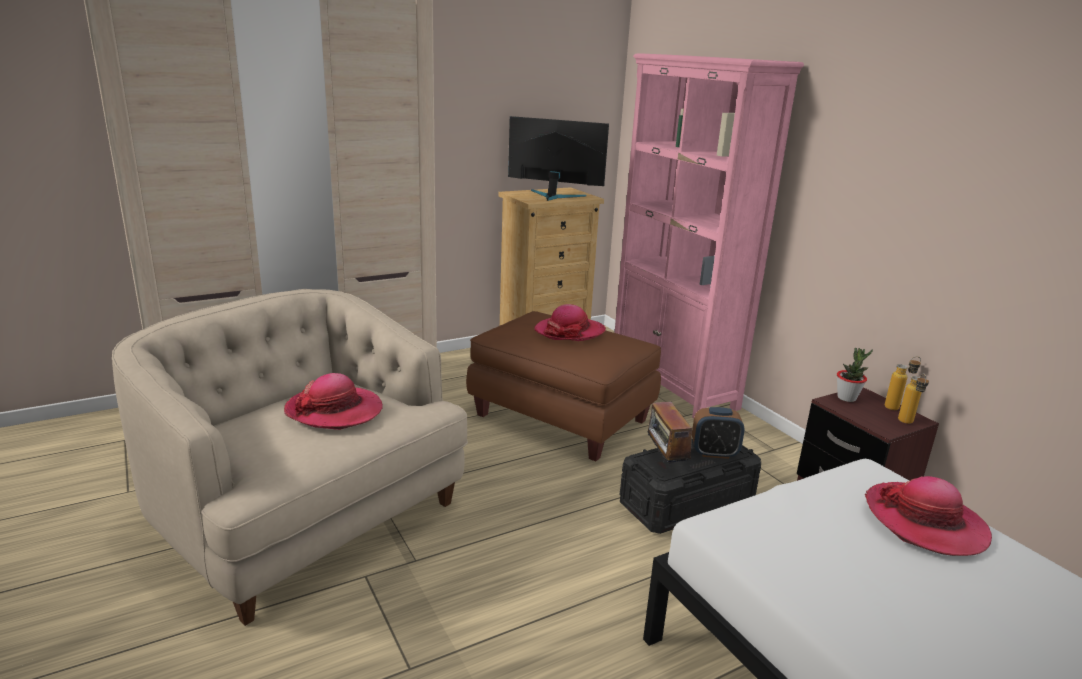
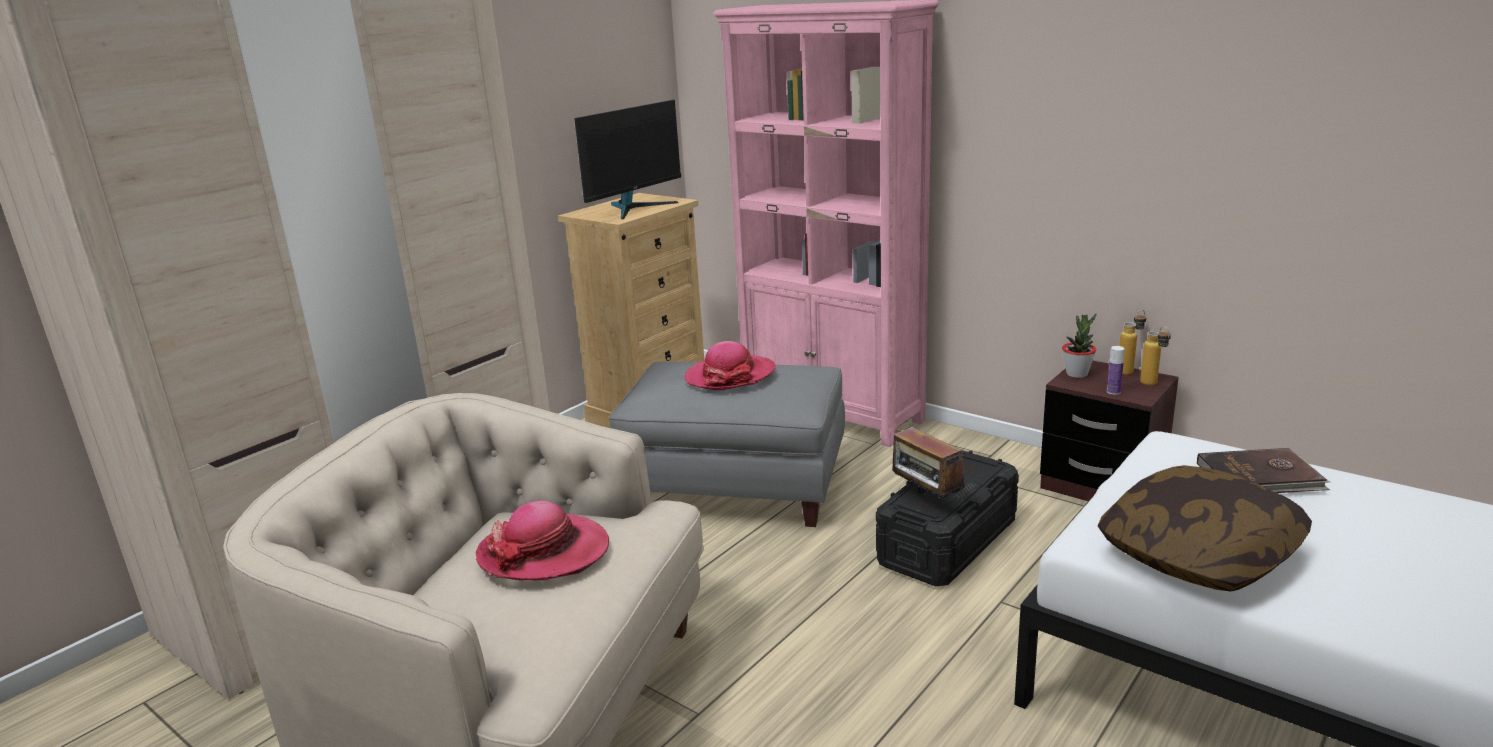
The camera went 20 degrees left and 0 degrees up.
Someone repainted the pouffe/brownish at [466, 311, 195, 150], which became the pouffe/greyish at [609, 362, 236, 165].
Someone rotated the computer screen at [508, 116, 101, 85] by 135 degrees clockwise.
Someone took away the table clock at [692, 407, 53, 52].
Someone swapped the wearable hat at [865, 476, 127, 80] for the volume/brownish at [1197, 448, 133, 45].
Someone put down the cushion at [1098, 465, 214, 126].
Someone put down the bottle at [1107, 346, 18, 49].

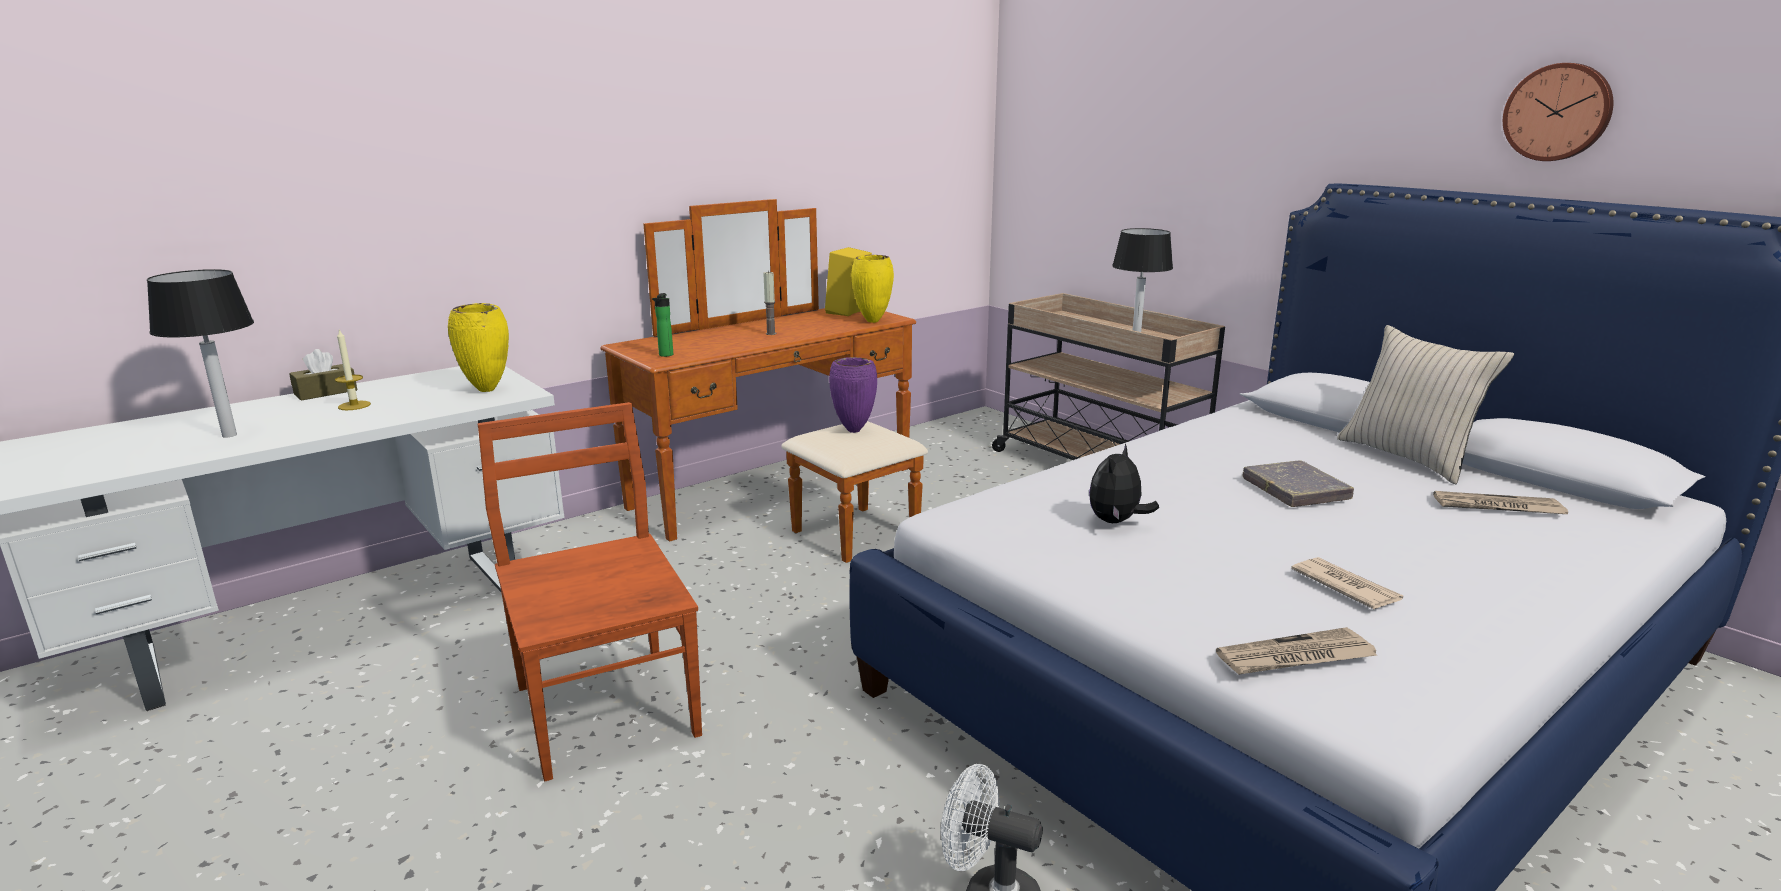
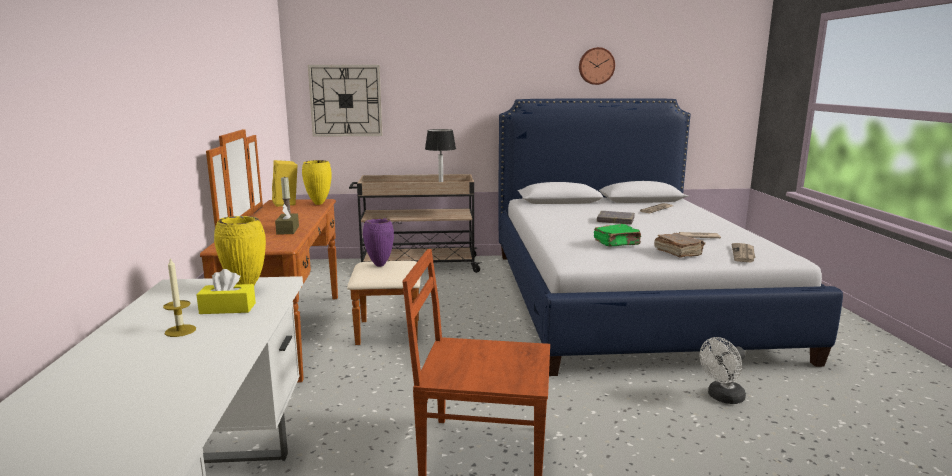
The camera went 55 degrees left and 5 degrees down.
Someone took away the lamp for a table at [147, 269, 107, 169].
Someone carried the tissue holder/brownish from [289, 349, 68, 52] to [275, 204, 24, 31].
Someone took away the bottle at [652, 293, 21, 64].
Someone swapped the plush toy at [1089, 443, 70, 80] for the volume/greenish at [594, 224, 47, 22].
Someone took away the cushion/beige at [1337, 325, 177, 159].
Someone put down the tissue holder/yellow at [196, 269, 60, 45].
Someone put up the clock on the wall at [308, 65, 74, 72].
Someone put down the volume/brownish at [654, 233, 51, 24].

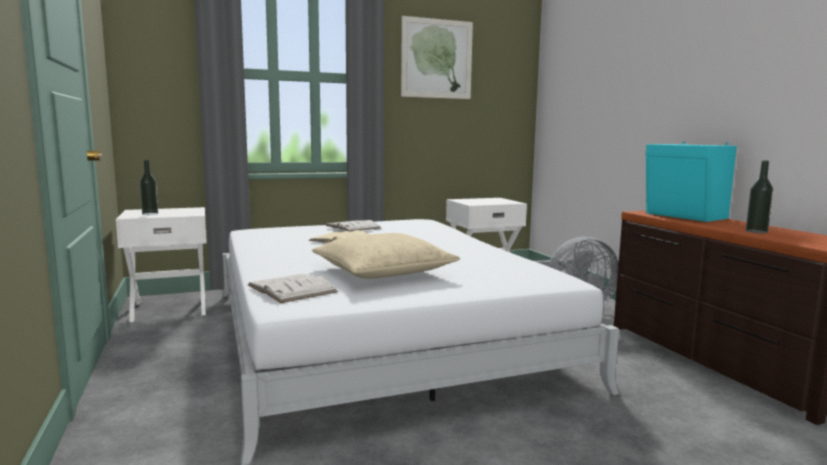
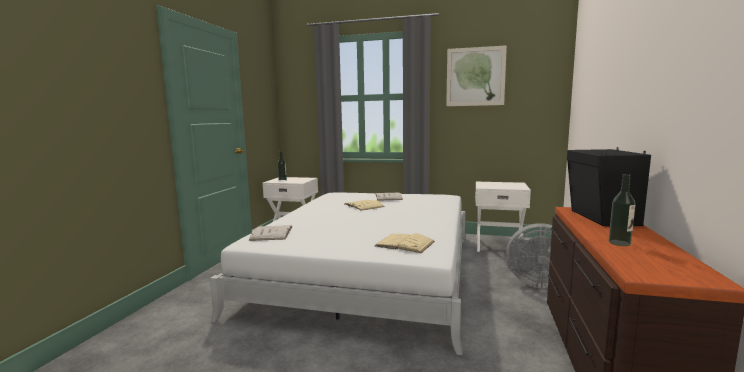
The camera went 35 degrees right and 0 degrees up.
Someone took away the cushion/beige at [312, 233, 148, 46].
Someone repainted the loudspeaker/blue-green at [646, 142, 91, 80], which became the loudspeaker/blackish at [567, 147, 84, 79].
Someone put down the volume/beige at [375, 233, 60, 20].

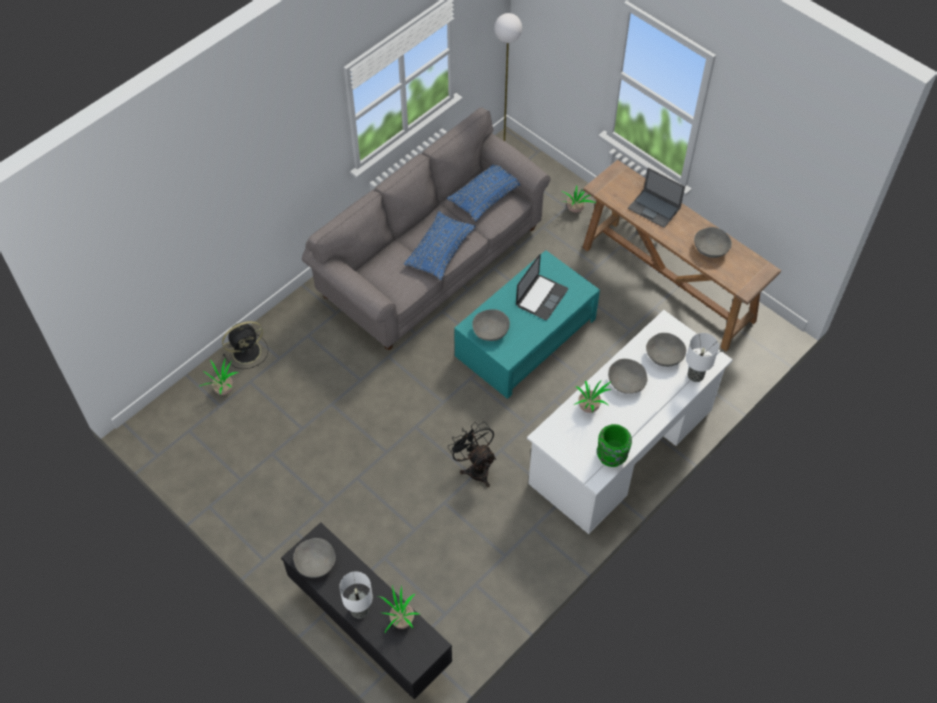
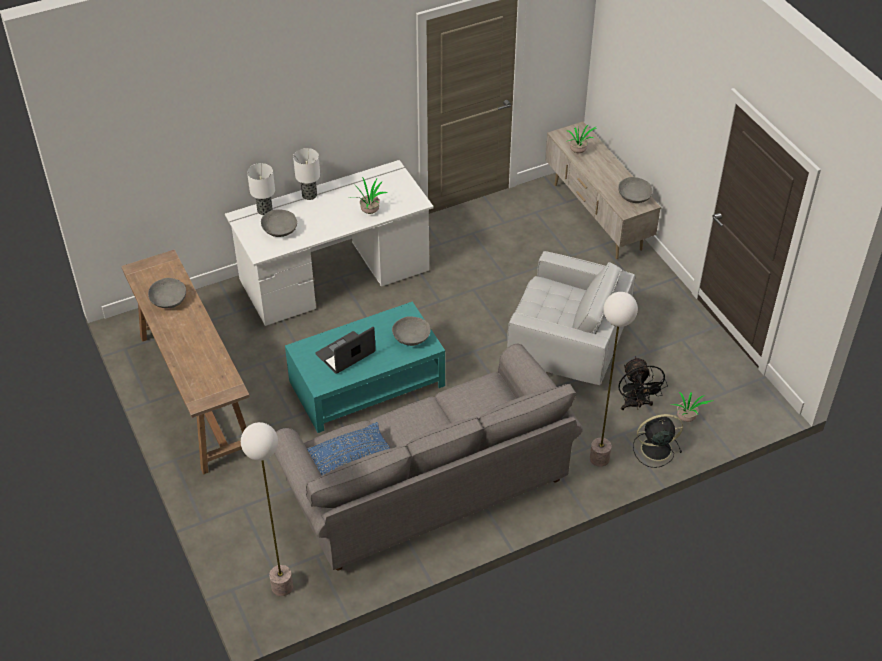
The camera went 160 degrees left and 10 degrees down.
Someone repainted the tv stand/blackish at [281, 523, 171, 176], which became the tv stand/beige at [545, 121, 117, 138].
Someone carried the lamp for a table from [339, 571, 34, 48] to [293, 148, 27, 52].
Someone took away the cushion/blue at [404, 211, 71, 69].
Someone carried the electric fan/blackish from [448, 422, 48, 65] to [619, 356, 49, 54].
Someone took away the plant in a pot at [562, 185, 34, 28].
Someone took away the vase/greenish at [597, 424, 35, 43].
Someone took away the bowl/greyish at [608, 359, 40, 35].
Someone took away the notebook computer at [628, 168, 57, 60].
Someone put down the armchair/white at [507, 251, 128, 134].
Someone put down the standard lamp at [590, 292, 48, 175].

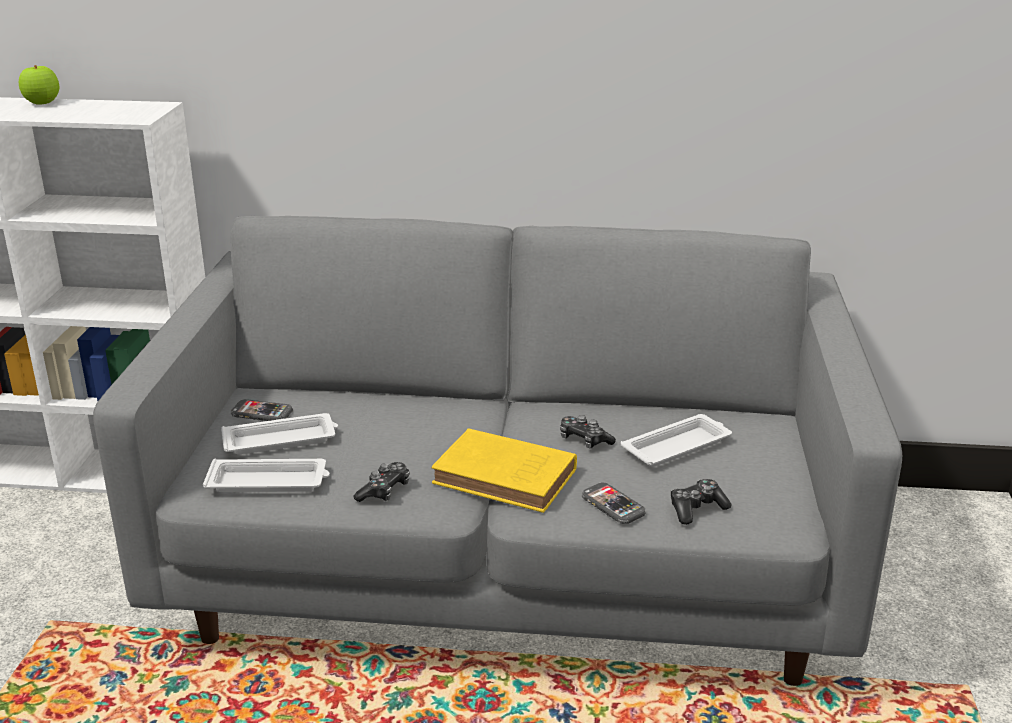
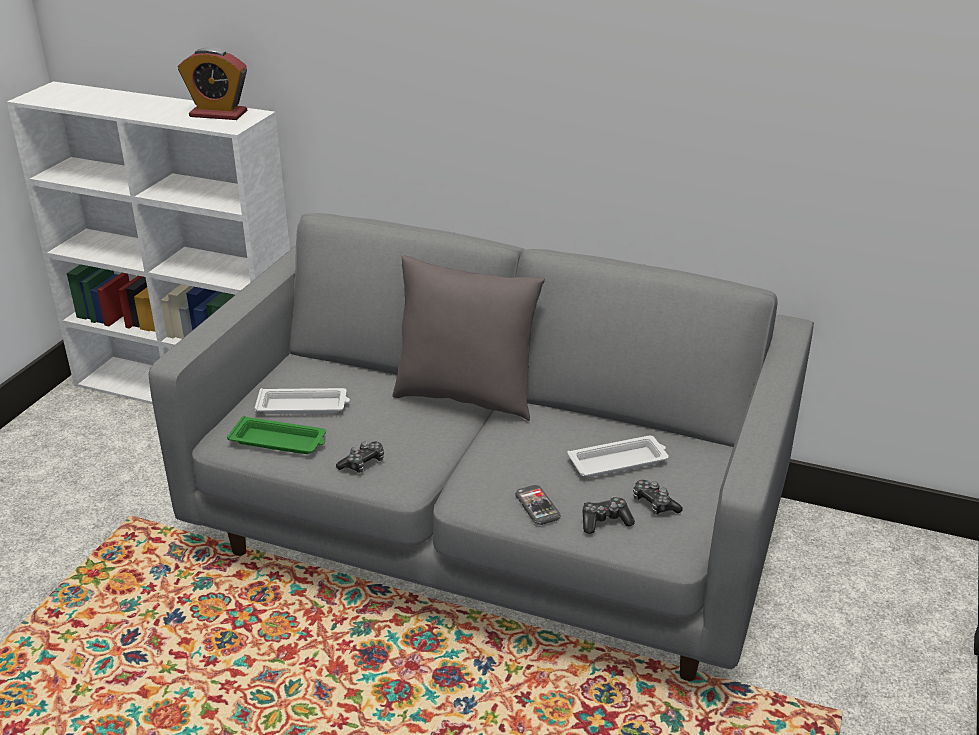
The camera went 15 degrees right and 5 degrees up.
Someone took away the whole apple at [19, 65, 40, 40].
Someone repainted the tray/white at [203, 458, 127, 34], which became the tray/greenish at [227, 416, 99, 38].
Someone took away the telephone at [231, 399, 62, 22].
Someone took away the volume/yellow at [432, 428, 145, 85].
Someone carried the gamepad from [560, 415, 56, 34] to [633, 480, 50, 35].
Someone put down the table clock at [178, 47, 69, 73].
Someone put down the cushion/greyish at [393, 256, 152, 165].

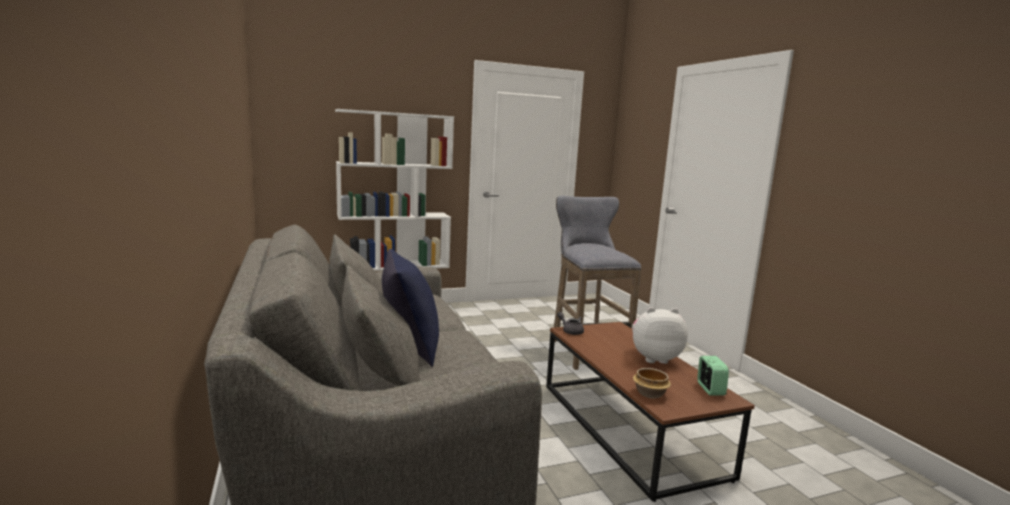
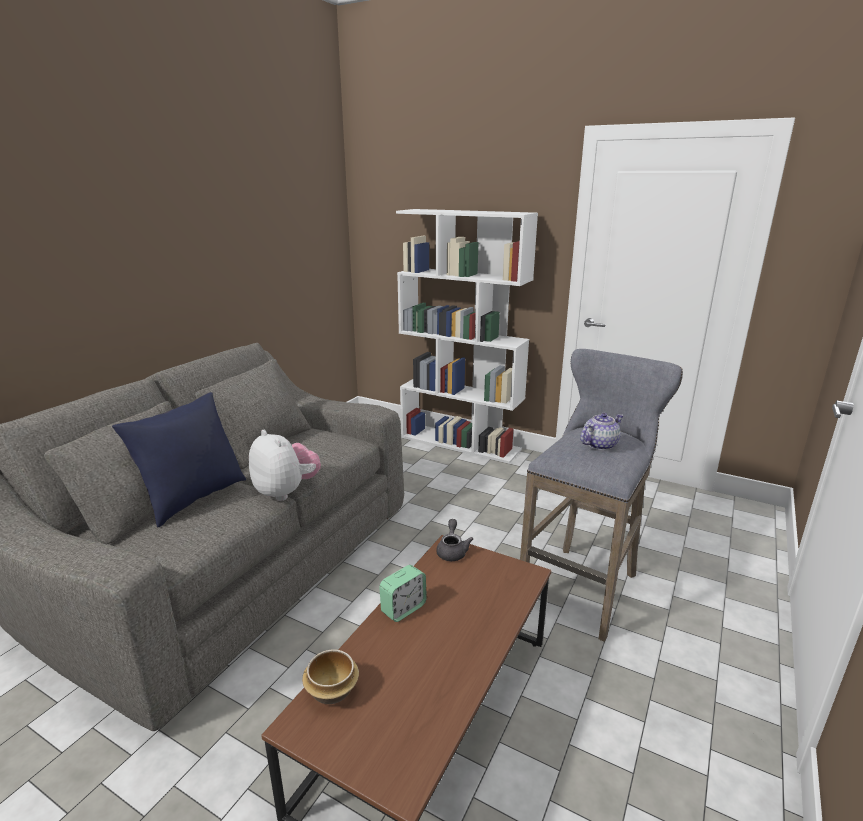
The camera went 50 degrees right and 10 degrees up.
Someone carried the plush toy from [632, 307, 56, 57] to [249, 430, 72, 71].
Someone carried the table clock from [697, 356, 32, 40] to [379, 565, 48, 57].
Someone put down the teapot at [580, 413, 44, 37].

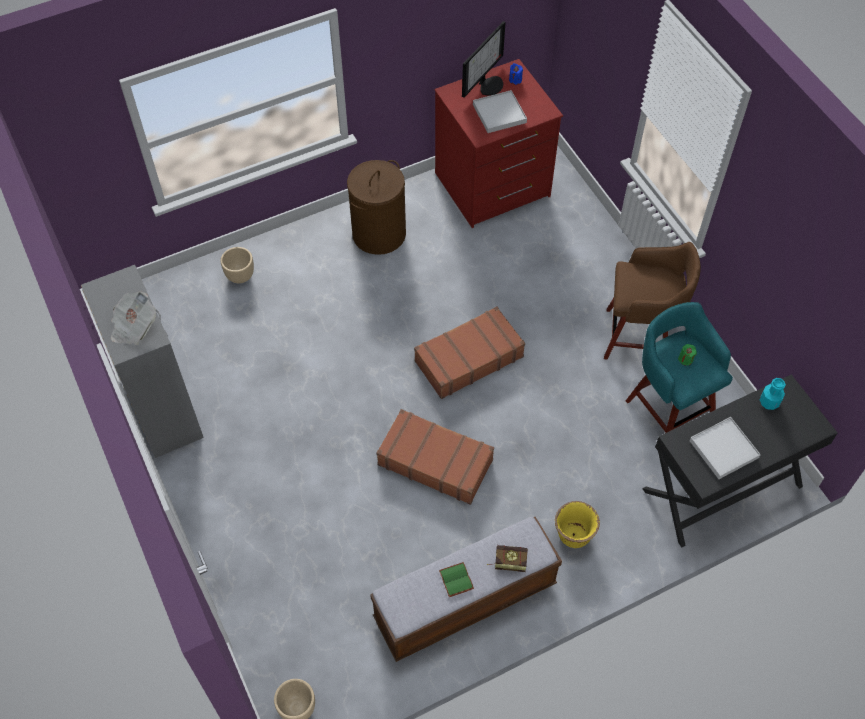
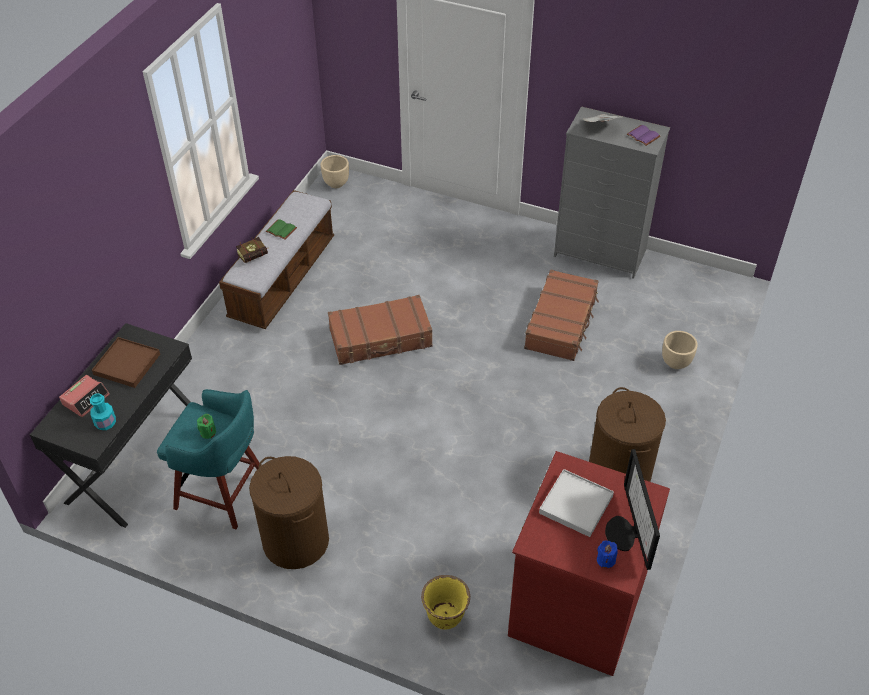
The camera went 140 degrees right and 10 degrees down.
Someone carried the travel case/brownish from [414, 306, 111, 93] to [524, 269, 75, 92].
Someone carried the flower pot/yellow from [555, 501, 45, 47] to [421, 575, 49, 55].
Someone swapped the stool/brownish at [604, 242, 97, 117] for the hamper/brownish at [249, 456, 80, 113].
Someone repainted the tray/white at [690, 417, 71, 62], which became the tray/brownish at [92, 337, 68, 51].
Someone put down the table clock at [59, 375, 51, 42].
Someone put down the volume/purple at [627, 125, 33, 21].

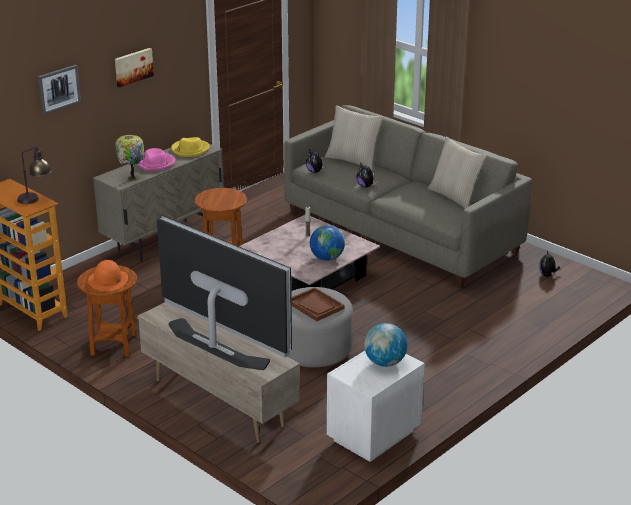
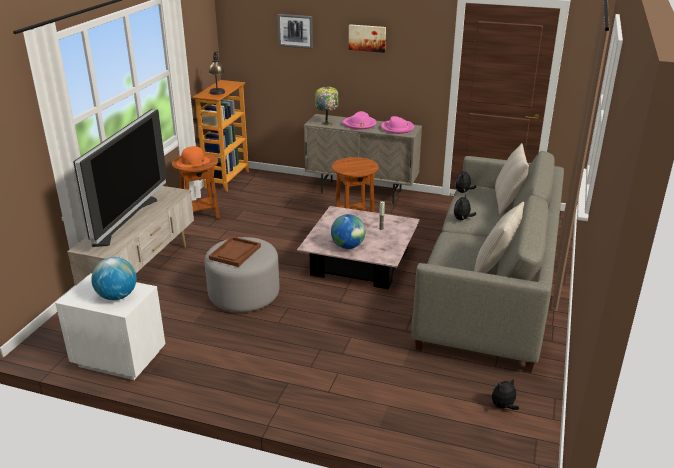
The camera went 65 degrees right and 0 degrees up.
Someone repainted the wearable hat/yellow at [171, 137, 38, 20], which became the wearable hat/pink-coloured at [381, 116, 33, 18].

